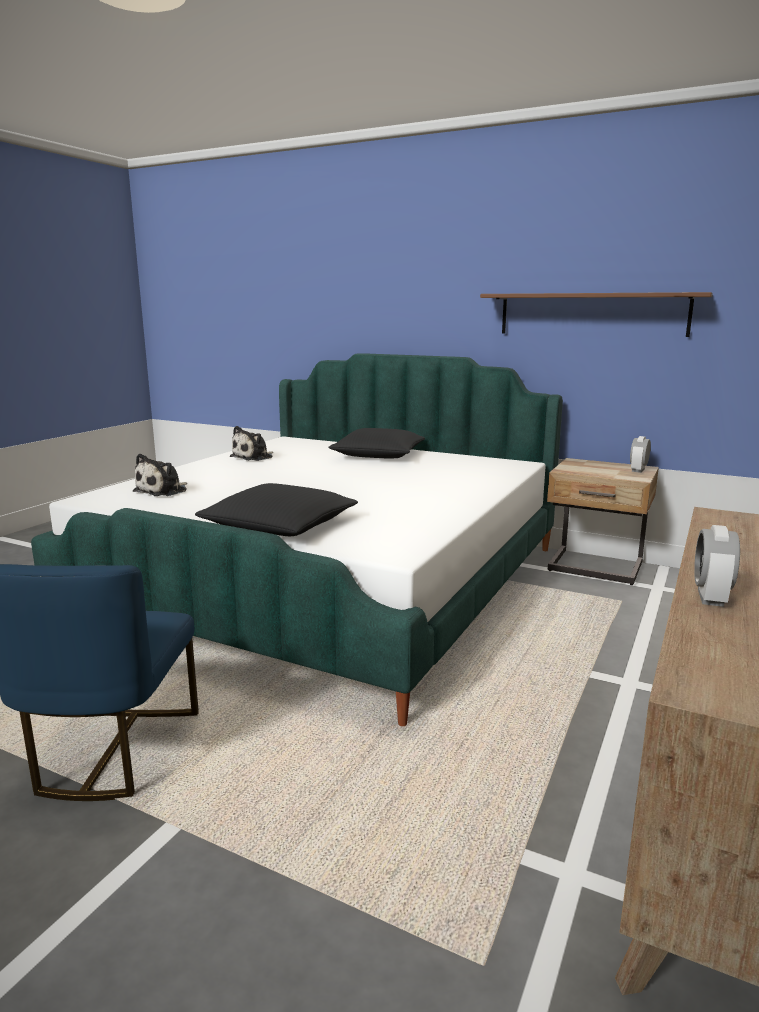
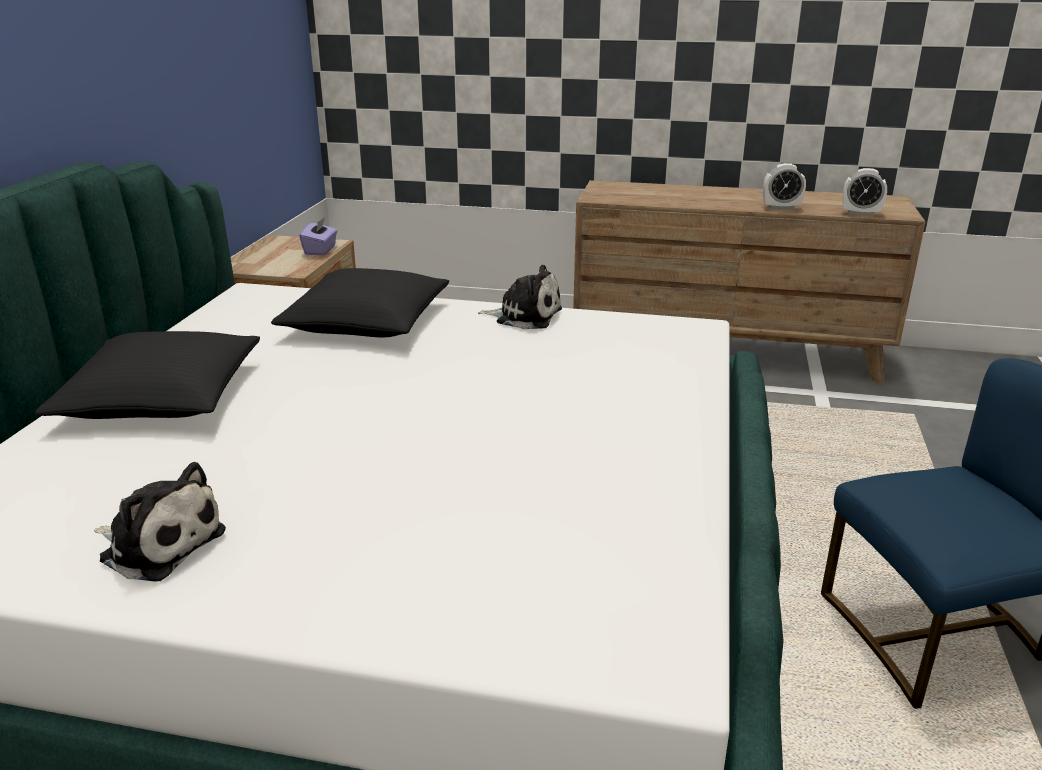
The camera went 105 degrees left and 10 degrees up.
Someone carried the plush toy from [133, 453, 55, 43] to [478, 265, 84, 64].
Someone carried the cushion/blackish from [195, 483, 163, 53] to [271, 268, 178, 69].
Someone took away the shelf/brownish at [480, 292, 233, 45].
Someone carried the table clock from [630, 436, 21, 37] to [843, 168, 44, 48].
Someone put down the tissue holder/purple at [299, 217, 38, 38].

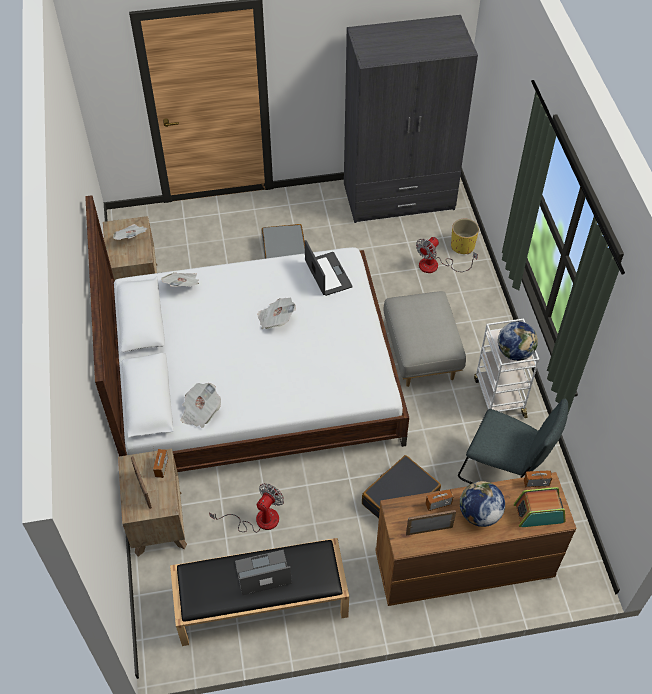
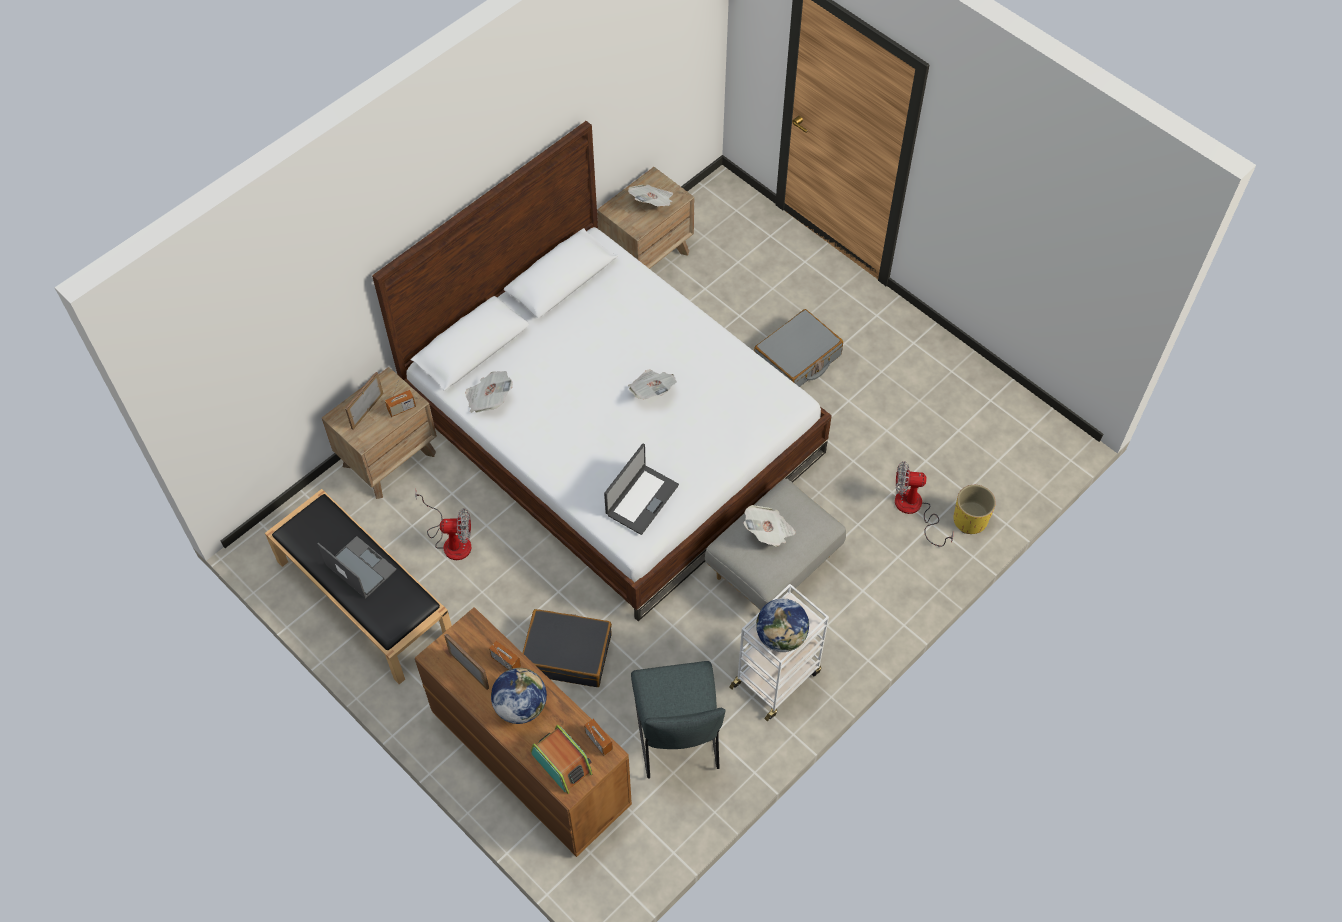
The camera went 55 degrees right and 5 degrees up.
Someone carried the newspaper from [161, 272, 38, 15] to [743, 505, 53, 42].
Someone carried the notebook computer from [305, 240, 48, 56] to [604, 444, 75, 91].
Someone took away the armoire/greyish at [344, 15, 134, 208].

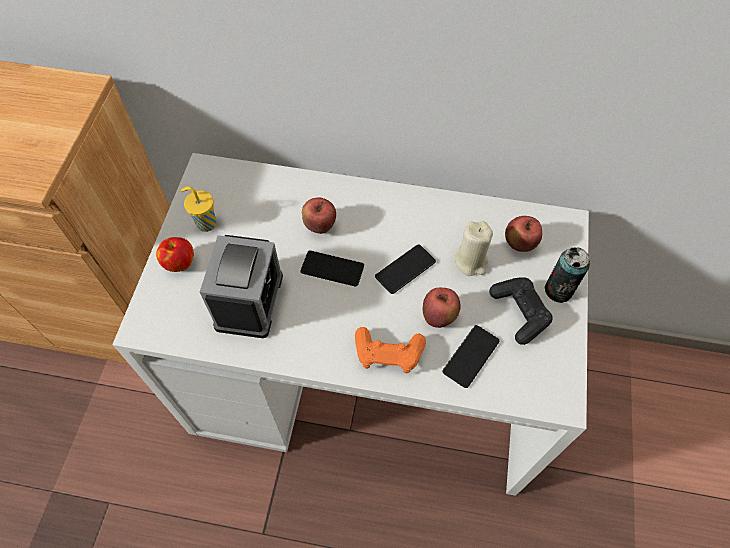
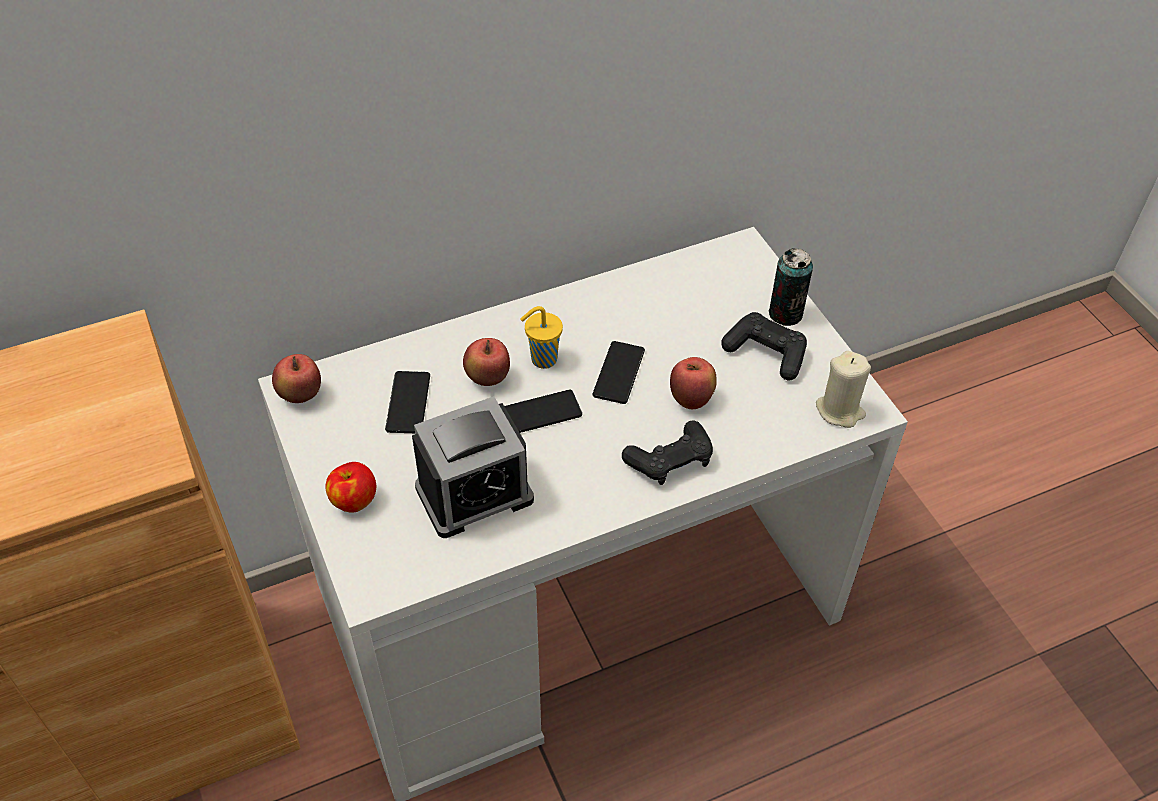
The camera went 35 degrees left and 10 degrees down.
Someone carried the drinking cup/yellow from [181, 187, 35, 45] to [520, 306, 43, 63].
Someone rotated the table clock at [200, 235, 83, 103] by 90 degrees clockwise.
Someone repainted the gamepad/orange-coloured at [355, 327, 71, 47], which became the gamepad/blackish at [622, 420, 91, 65].
Someone carried the telephone from [442, 325, 58, 63] to [385, 371, 45, 62].
Someone carried the candle/beige from [455, 221, 38, 55] to [816, 351, 55, 77].
Someone carried the whole apple from [505, 216, 37, 36] to [272, 354, 49, 49].

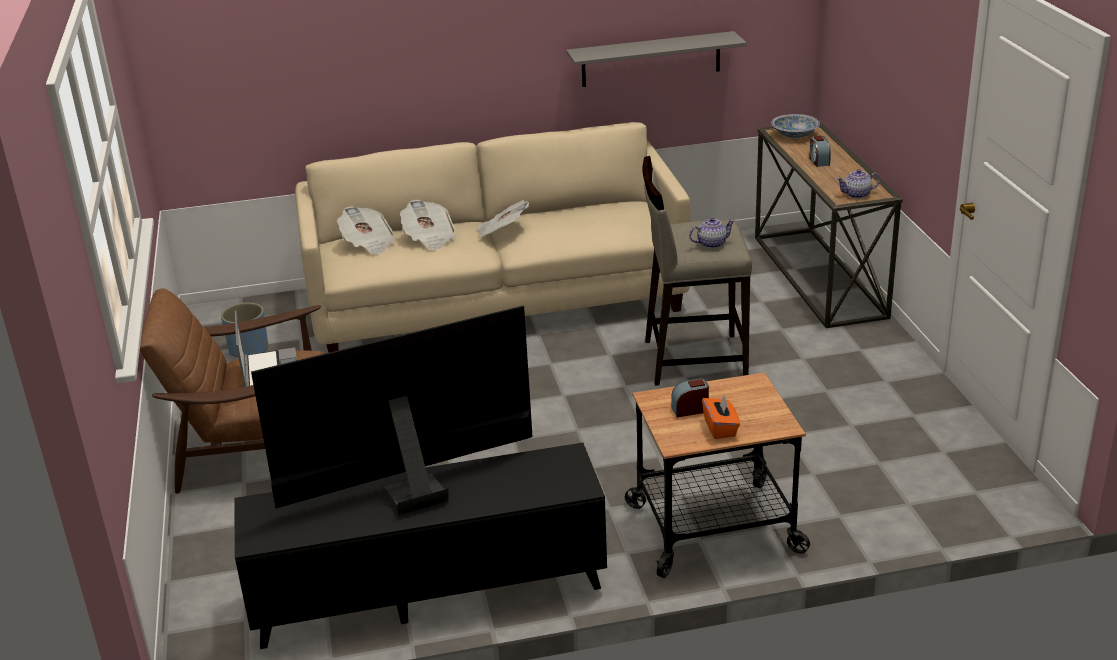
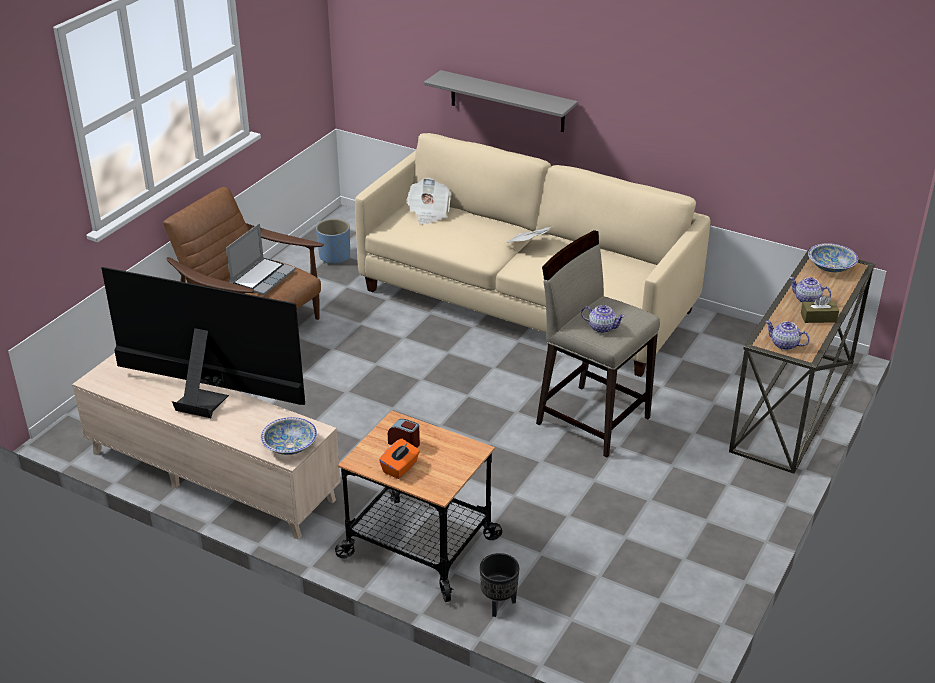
The camera went 40 degrees right and 5 degrees up.
Someone repainted the tv stand/blackish at [234, 443, 373, 206], which became the tv stand/beige at [72, 353, 269, 187].
Someone took away the newspaper at [400, 200, 56, 51].
Someone carried the shelf/greyish from [566, 31, 180, 56] to [424, 70, 154, 62].
Someone swapped the table clock at [809, 136, 22, 31] for the teapot at [789, 277, 42, 26].
Someone put down the bowl at [261, 417, 56, 38].
Someone put down the flower pot/blackish at [480, 553, 39, 64].
Someone put down the tissue holder/brownish at [801, 295, 38, 28].

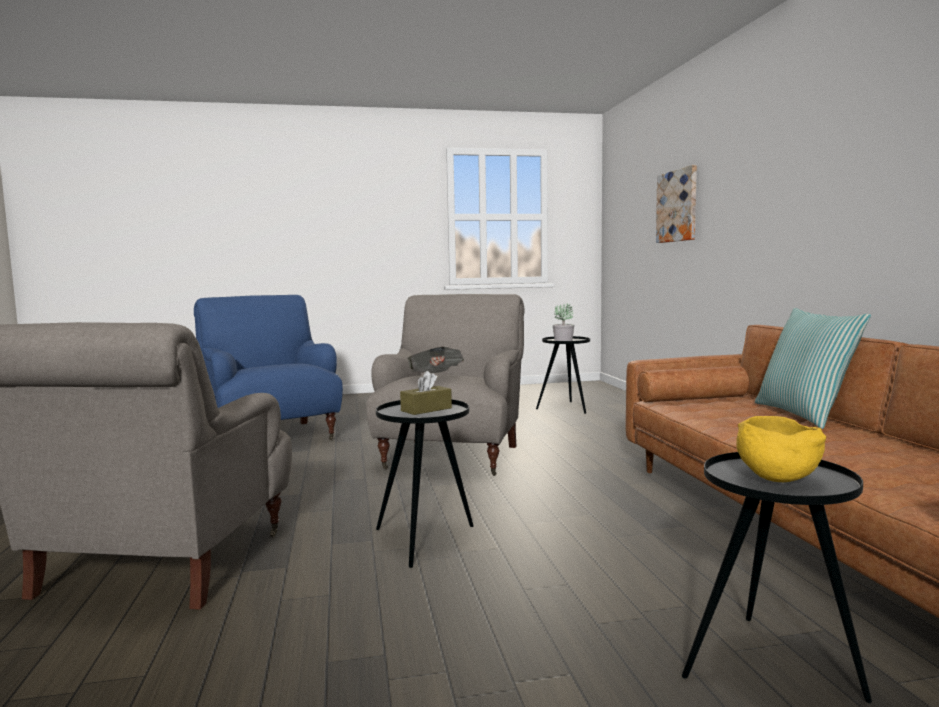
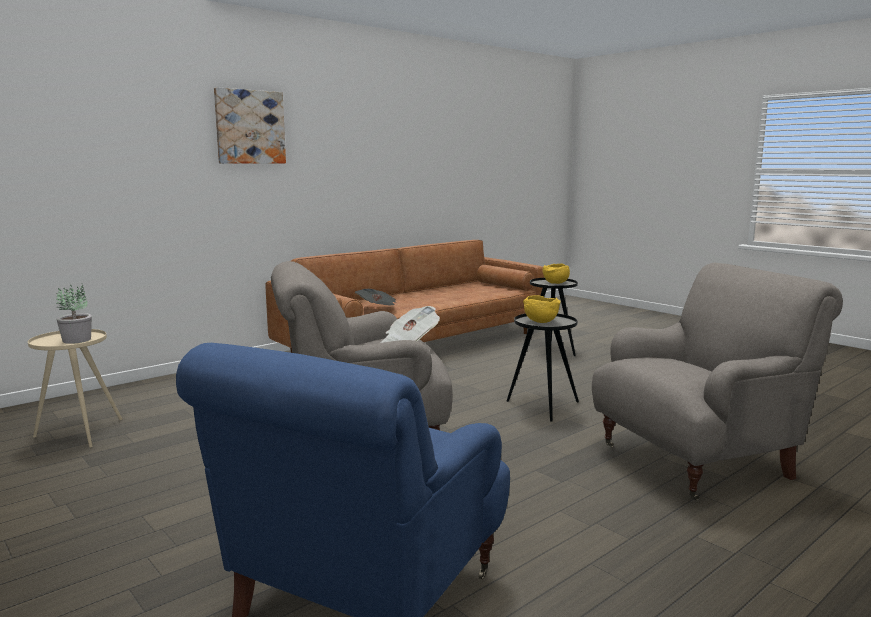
The camera went 120 degrees left and 5 degrees up.
Someone swapped the tissue holder/brownish at [400, 371, 52, 44] for the bowl/yellow at [523, 295, 38, 28].
Someone repainted the side table/blackish at [536, 336, 54, 78], which became the side table/beige at [28, 329, 94, 119].
Someone carried the wall art from [656, 165, 41, 78] to [214, 87, 72, 77].
Someone took away the cushion at [755, 308, 116, 121].
Someone put down the newspaper at [355, 289, 41, 16].

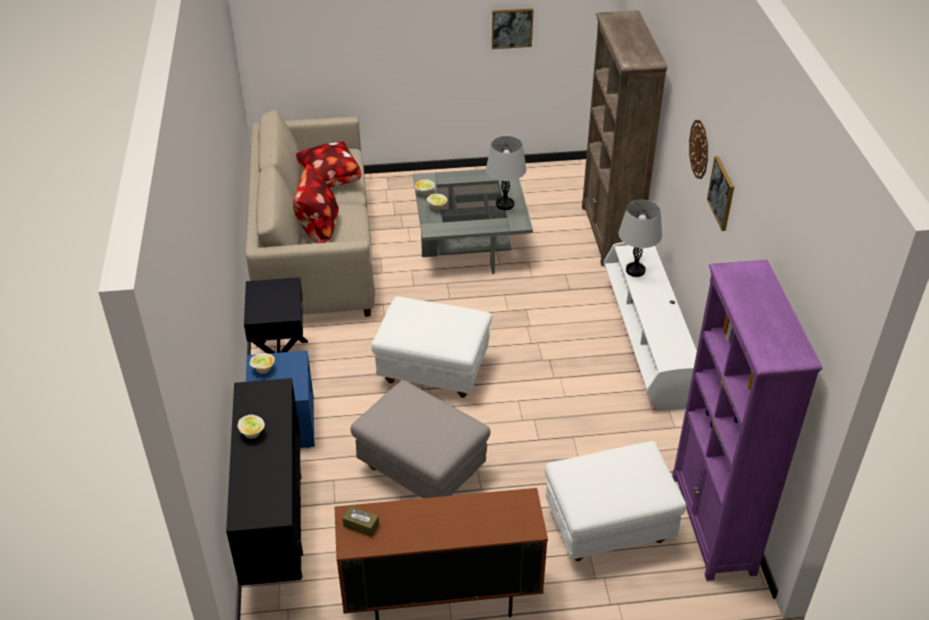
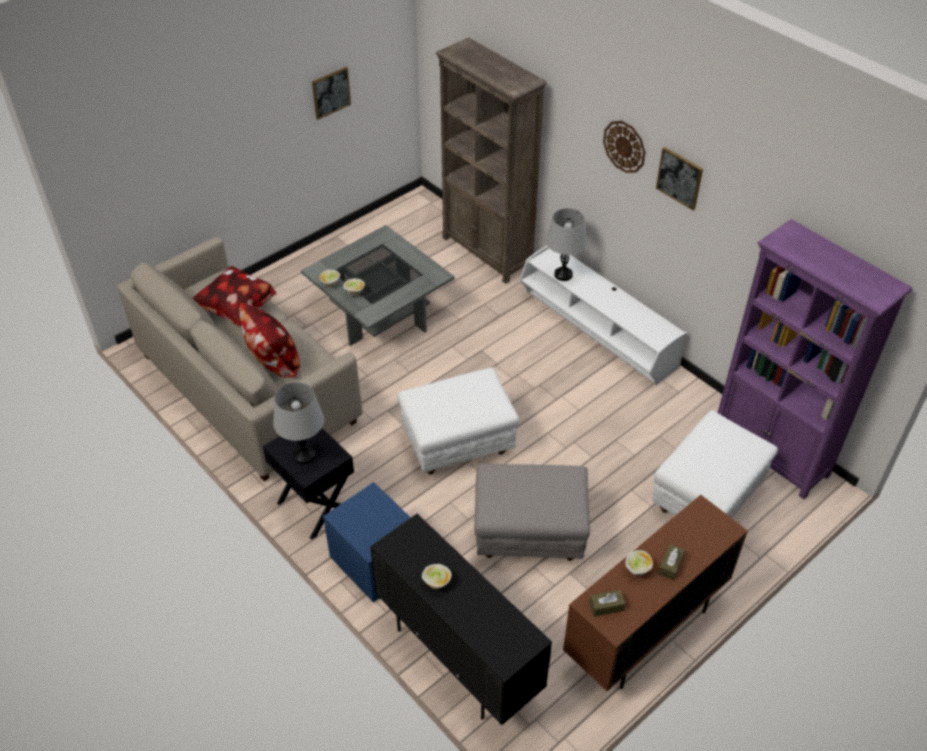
The camera went 35 degrees left and 5 degrees up.
Someone carried the bowl from [250, 353, 25, 21] to [625, 550, 28, 26].
Someone carried the lamp for a table/greyish from [486, 136, 41, 74] to [273, 382, 51, 82].
Someone put down the tissue holder/brownish at [658, 544, 27, 36].

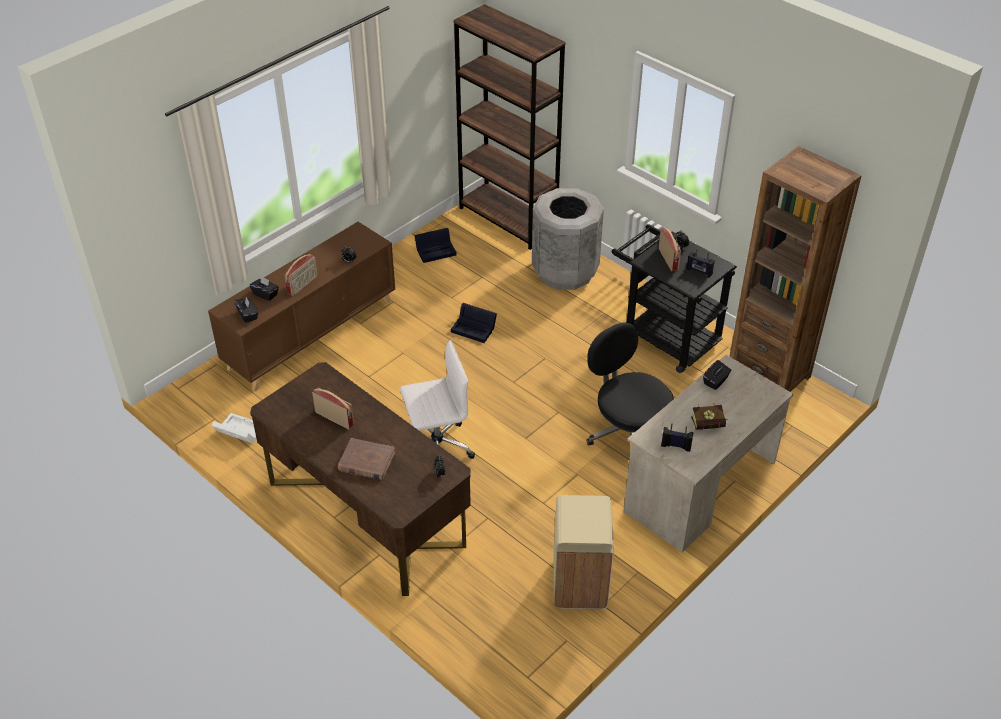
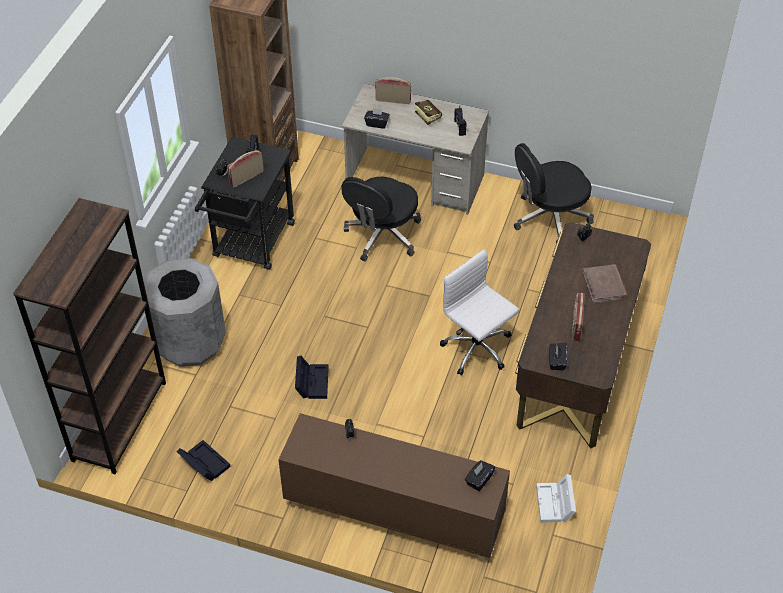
The camera went 115 degrees left and 5 degrees up.
Someone carried the tissue holder/blackish from [250, 277, 29, 24] to [549, 343, 19, 27].
Someone carried the radio set from [284, 254, 33, 42] to [375, 77, 36, 27].
Someone swapped the rubbish bin/beige at [554, 495, 60, 114] for the computer chair/blackish at [514, 143, 80, 100].

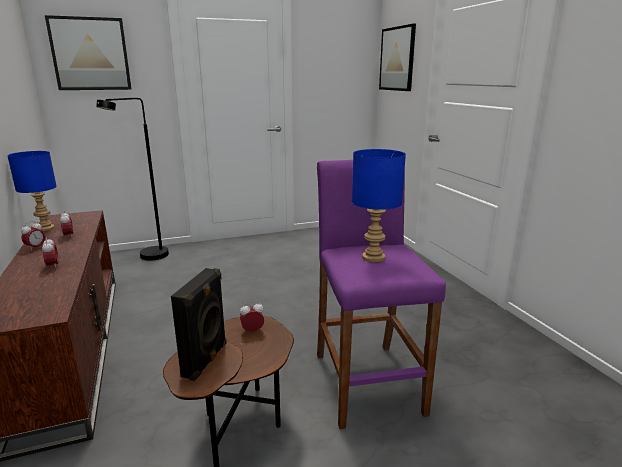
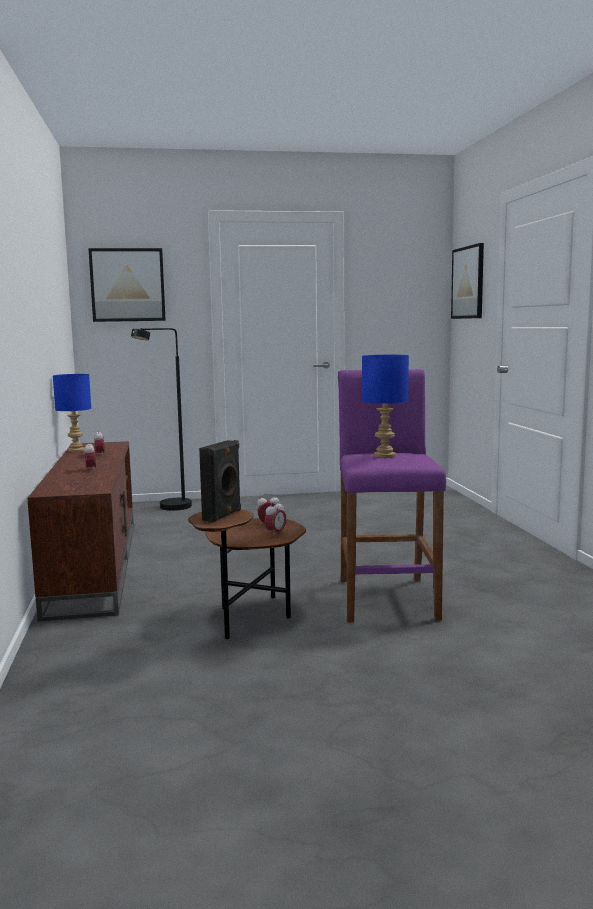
The camera went 10 degrees right and 10 degrees down.
Someone carried the table clock from [21, 221, 24, 30] to [264, 500, 22, 36].

